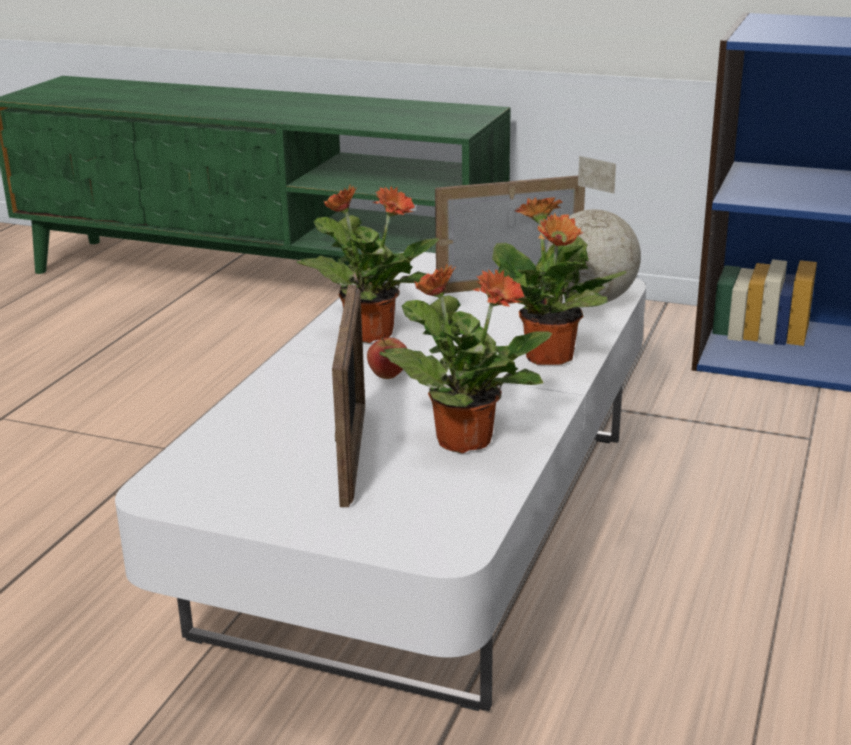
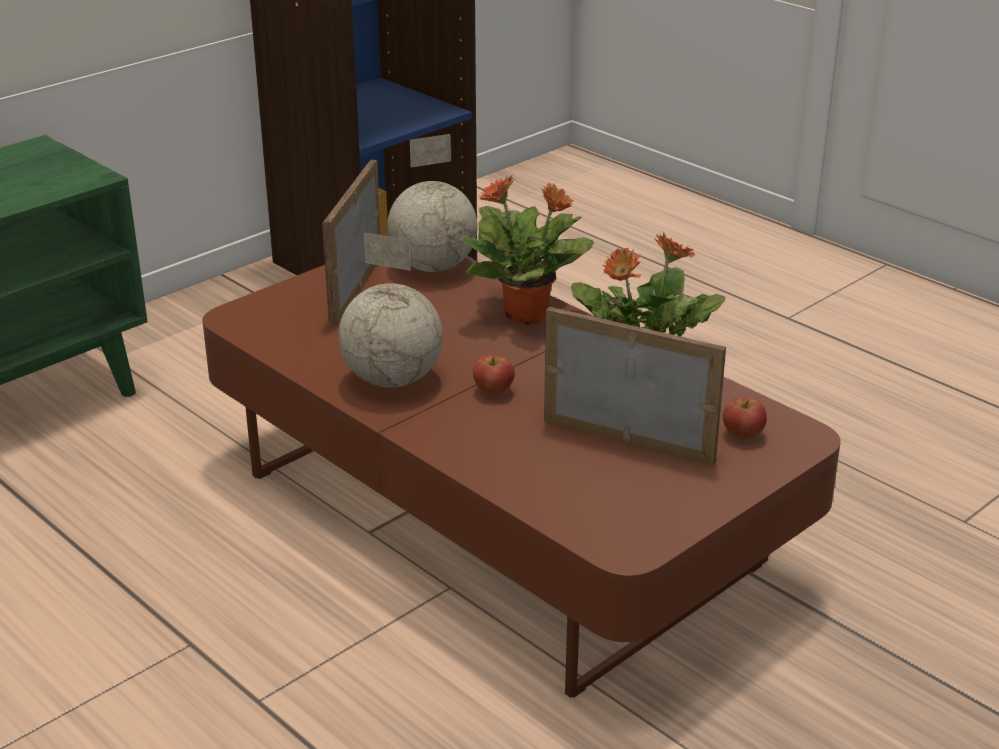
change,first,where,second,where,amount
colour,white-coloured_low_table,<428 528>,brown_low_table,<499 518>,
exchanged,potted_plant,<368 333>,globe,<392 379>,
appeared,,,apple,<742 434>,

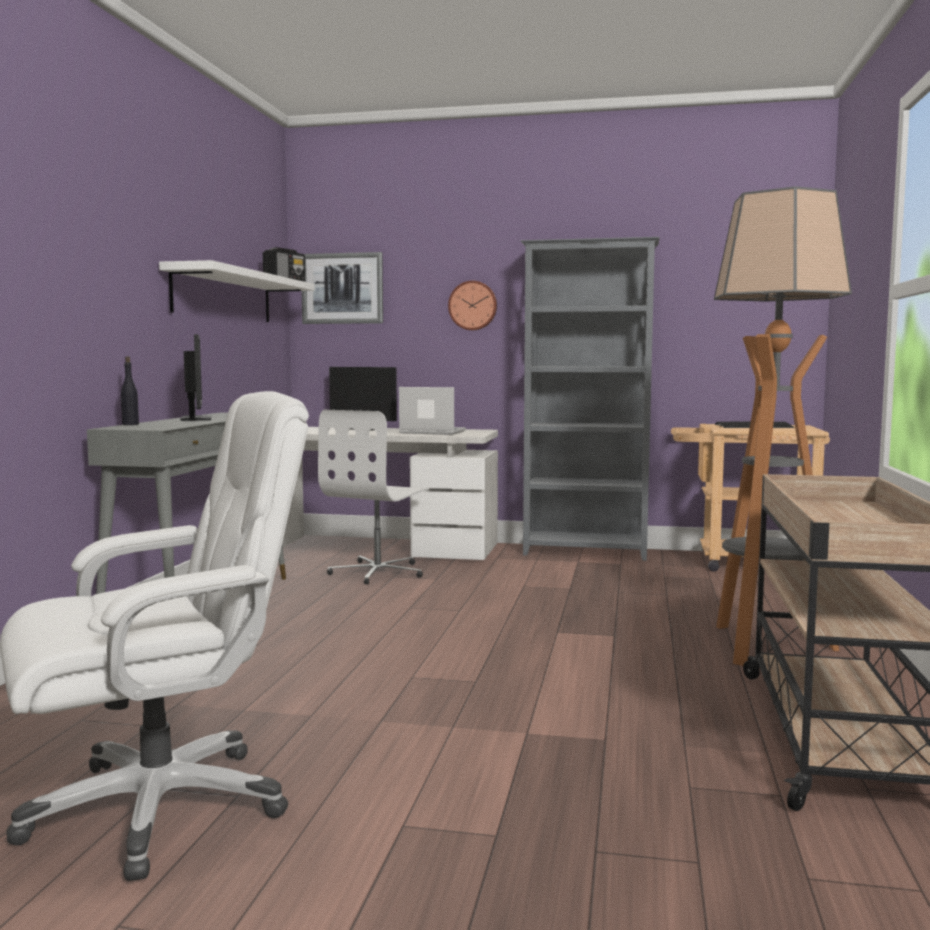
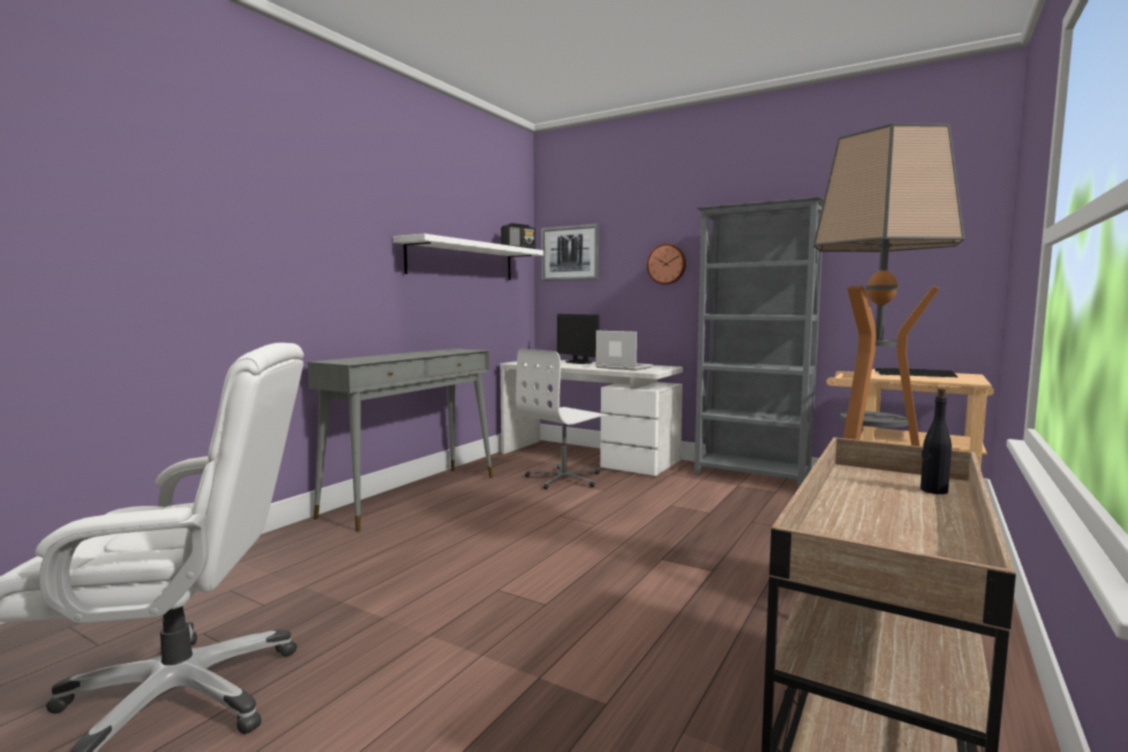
change,first,where,second,where,amount
relocated,black-coloured_bottle,<130 424>,,<933 490>,
missing,monitor,<196 419>,,,

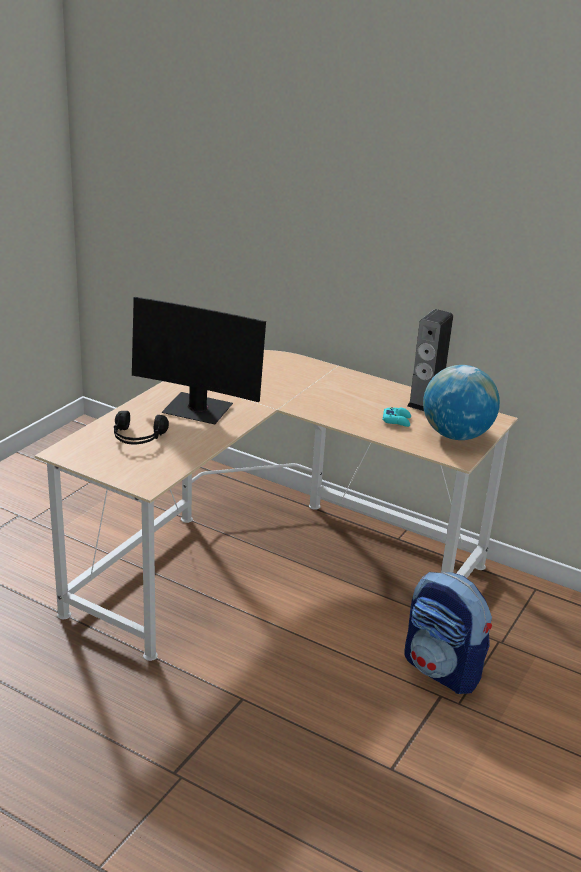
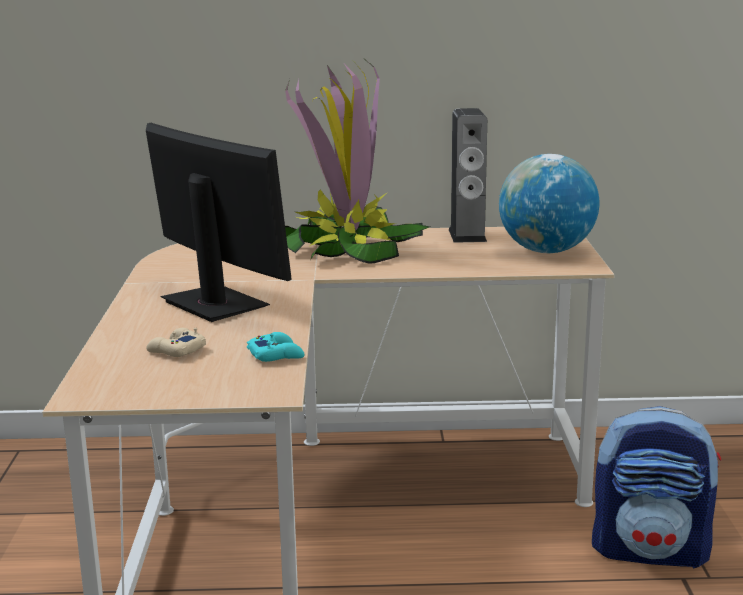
change,first,where,second,where,amount
spun,monitor,<197 410>,,<214 304>,120 degrees counterclockwise
exchanged,black-coloured_headset,<137 438>,beige-coloured_game_controller,<176 350>,
relocated,turquoise-coloured_game_controller,<397 420>,,<276 355>,
appeared,,,potted_plant,<348 248>,

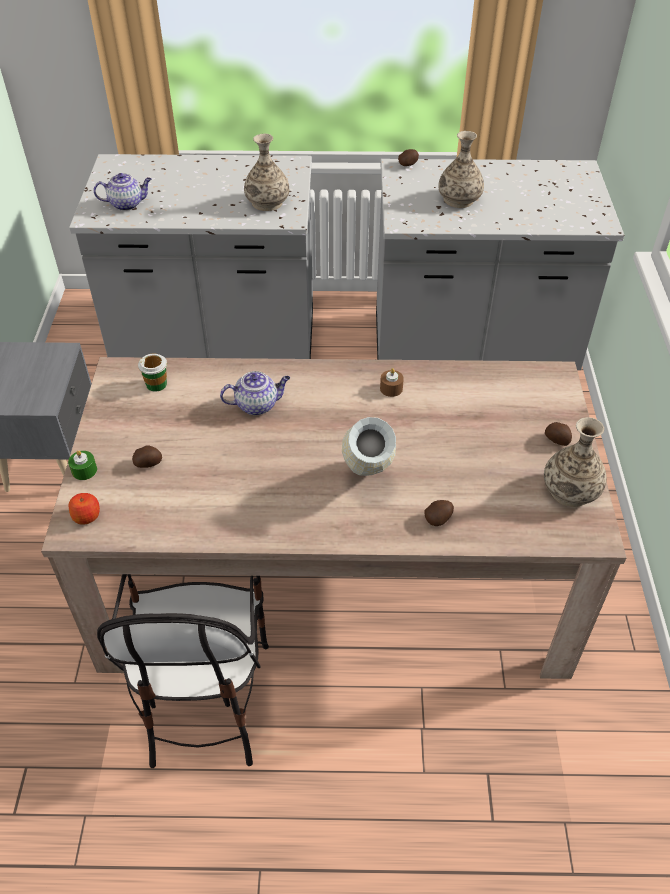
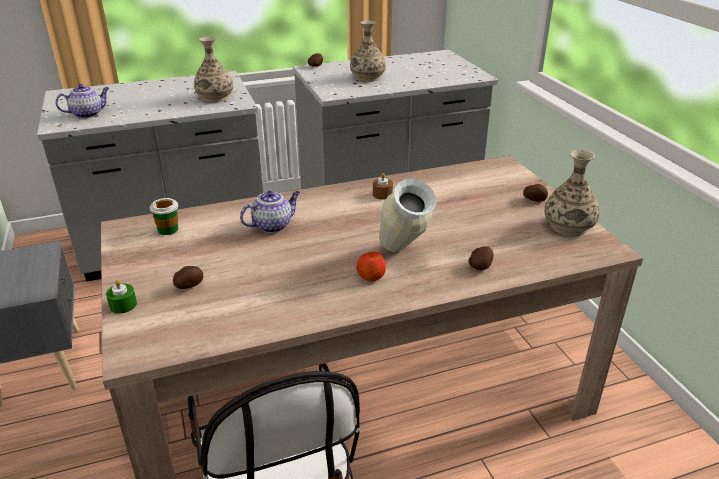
change,first,where,second,where,amount
relocated,apple,<87 516>,,<371 276>,

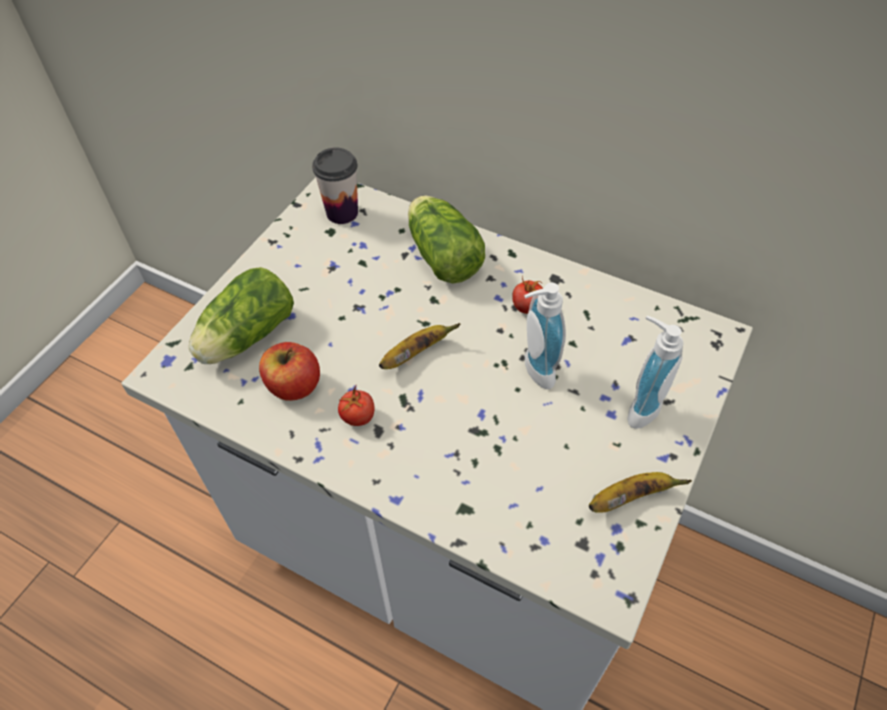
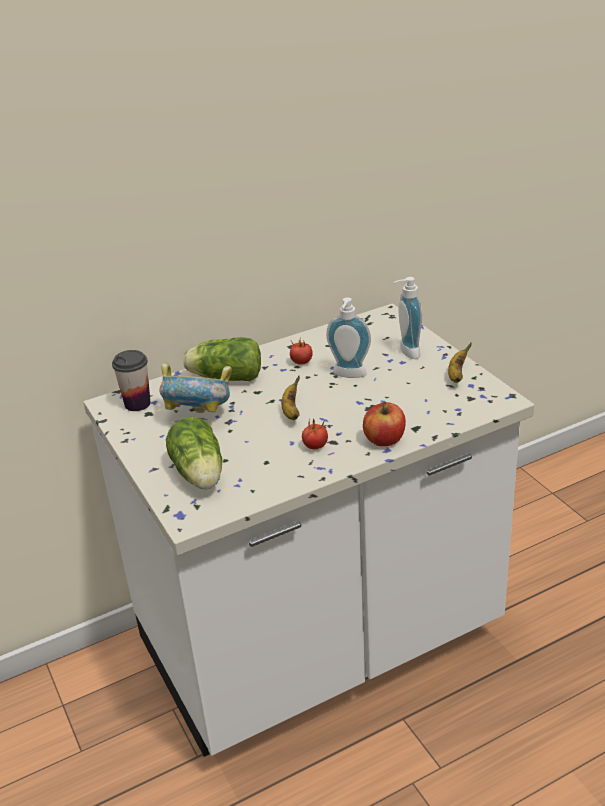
change,first,where,second,where,amount
appeared,,,bowl,<199 416>,
relocated,apple,<294 386>,,<384 440>,

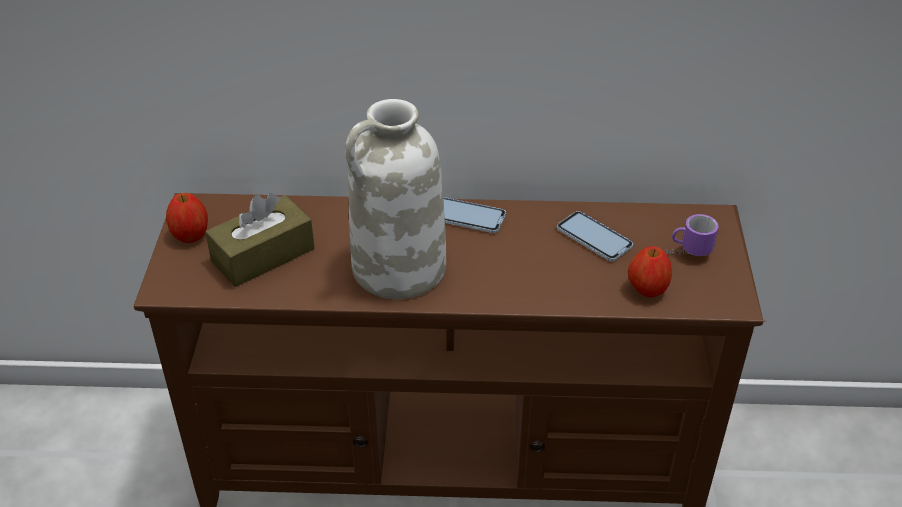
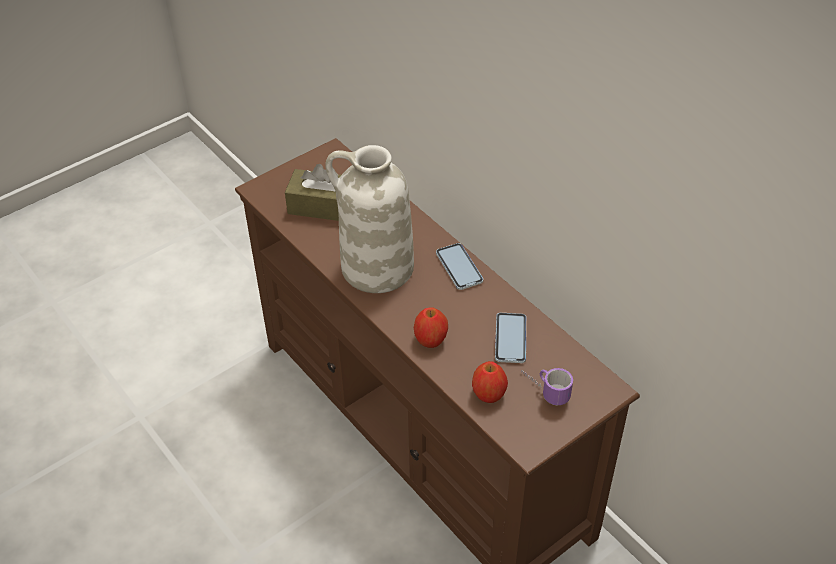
change,first,where,second,where,amount
relocated,apple,<191 235>,,<430 340>,

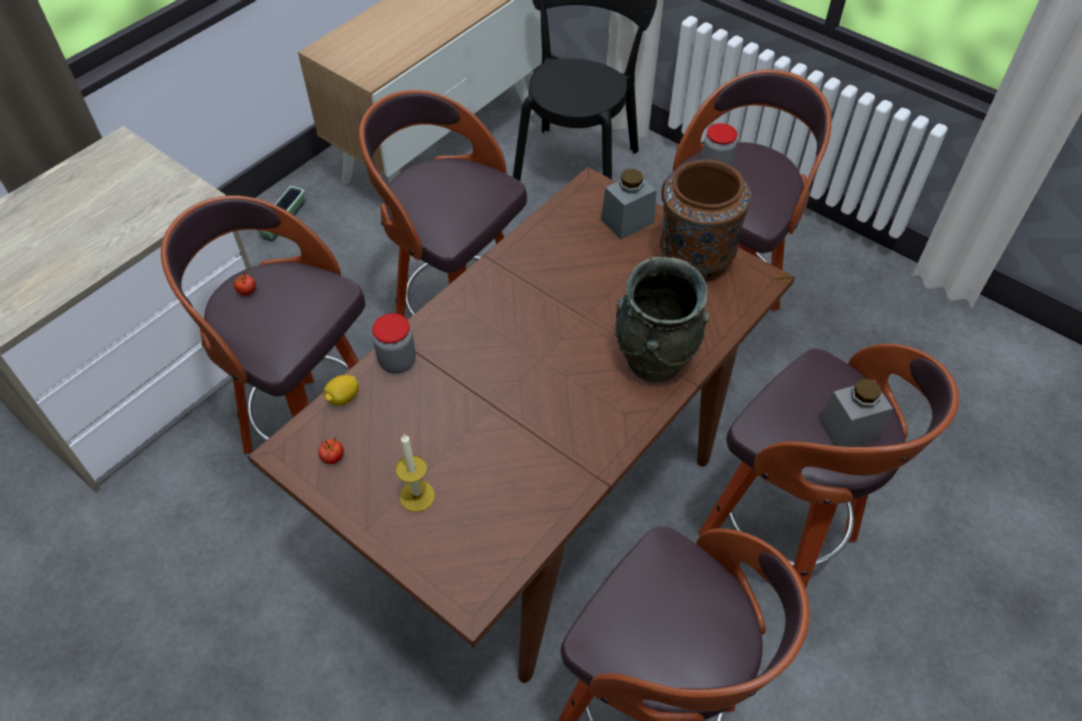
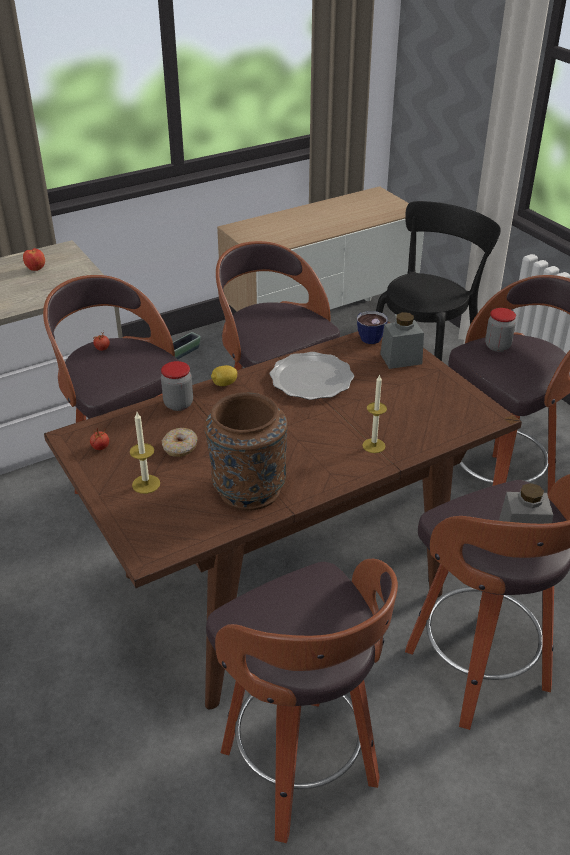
change,first,where,second,where,amount
appeared,,,apple,<36 269>,
appeared,,,donut,<180 448>,
relocated,brown_vase,<694 258>,,<247 489>,
relocated,whole_lemon,<343 398>,,<224 384>,
appeared,,,plate,<311 380>,
appeared,,,cup,<368 336>,
exchanged,gray_vase,<654 359>,wax_light,<373 445>,

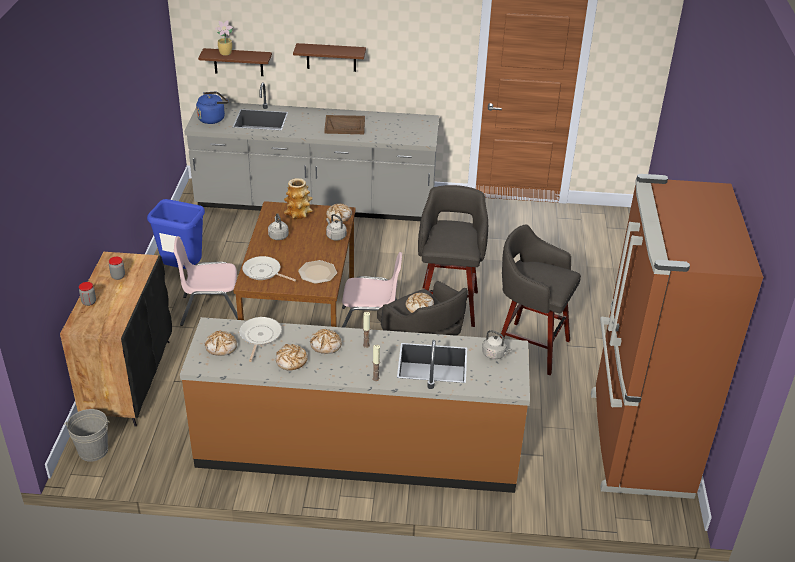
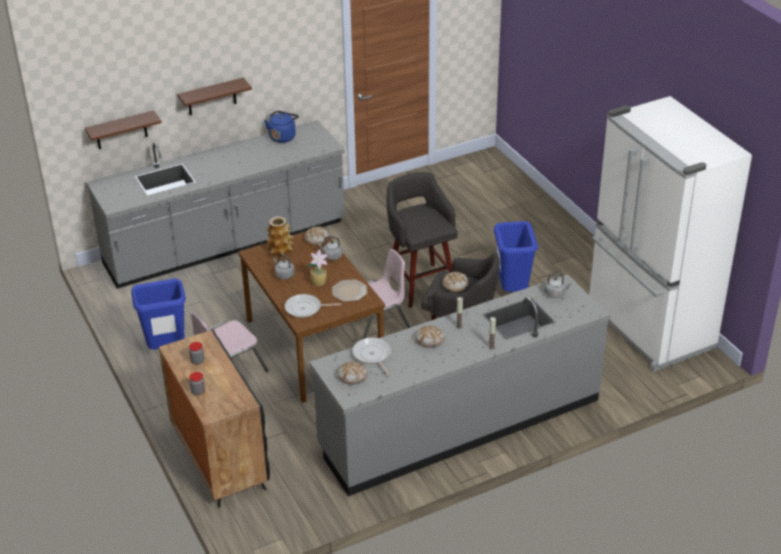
change,first,where,second,where,amount
relocated,blue_tea_kettle,<213 118>,,<283 136>,
relocated,potted_plant,<226 53>,,<319 282>,
colour,brown_kitchen_counter,<358 450>,gray_kitchen_counter,<460 424>,
exchanged,gray_stool_seat,<529 347>,blue_trash_can,<512 291>,
colour,brown_kitchen_fridge,<637 444>,white-coloured_kitchen_fridge,<648 328>,
missing,gray_bucket,<93 450>,,,
missing,baked_bread,<291 361>,,,
missing,brown_carrying_tray,<345 126>,,,

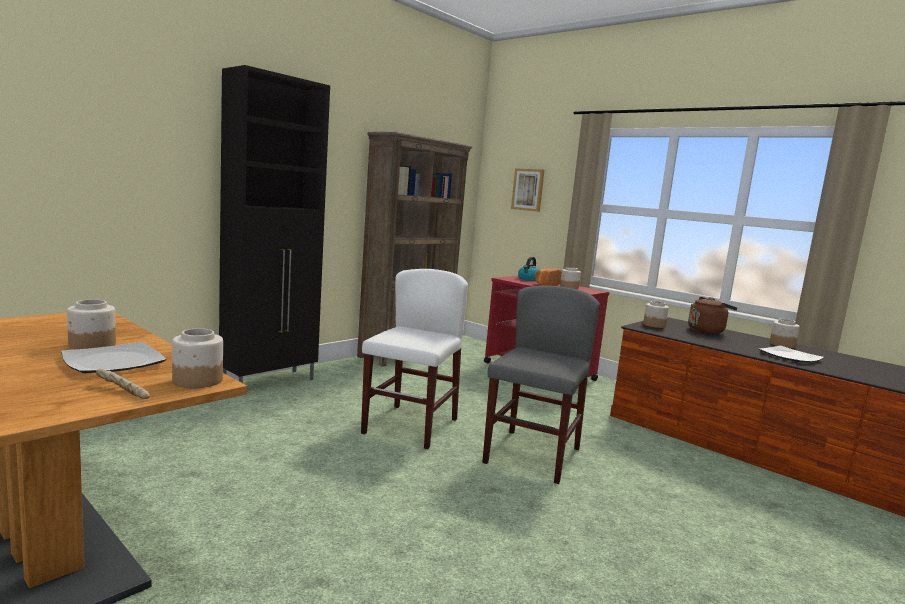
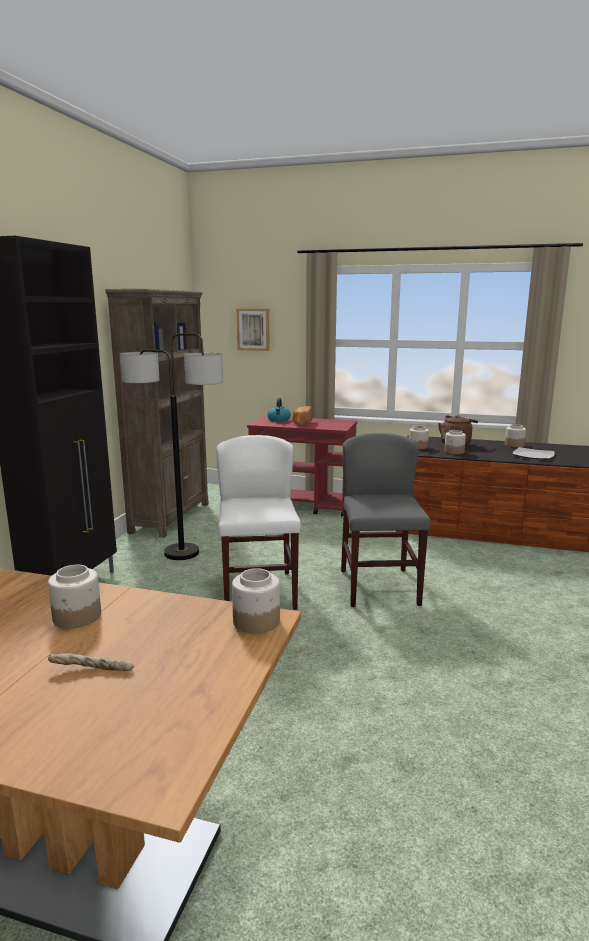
change,first,where,second,where,amount
relocated,baked_bread,<122 392>,,<92 670>,
appeared,,,standard_lamp,<181 553>,
relocated,storage_jar,<569 288>,,<454 452>,
missing,plate,<114 361>,,,

